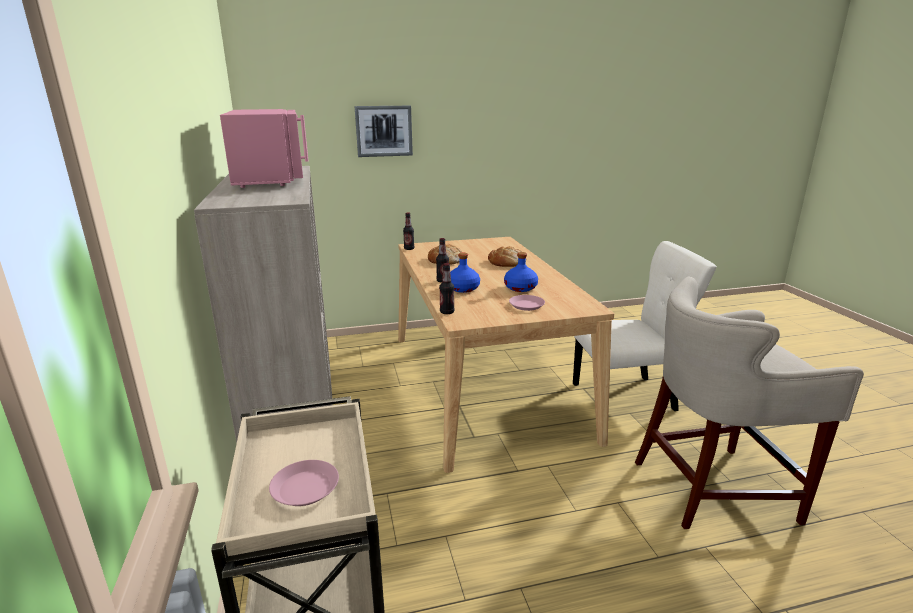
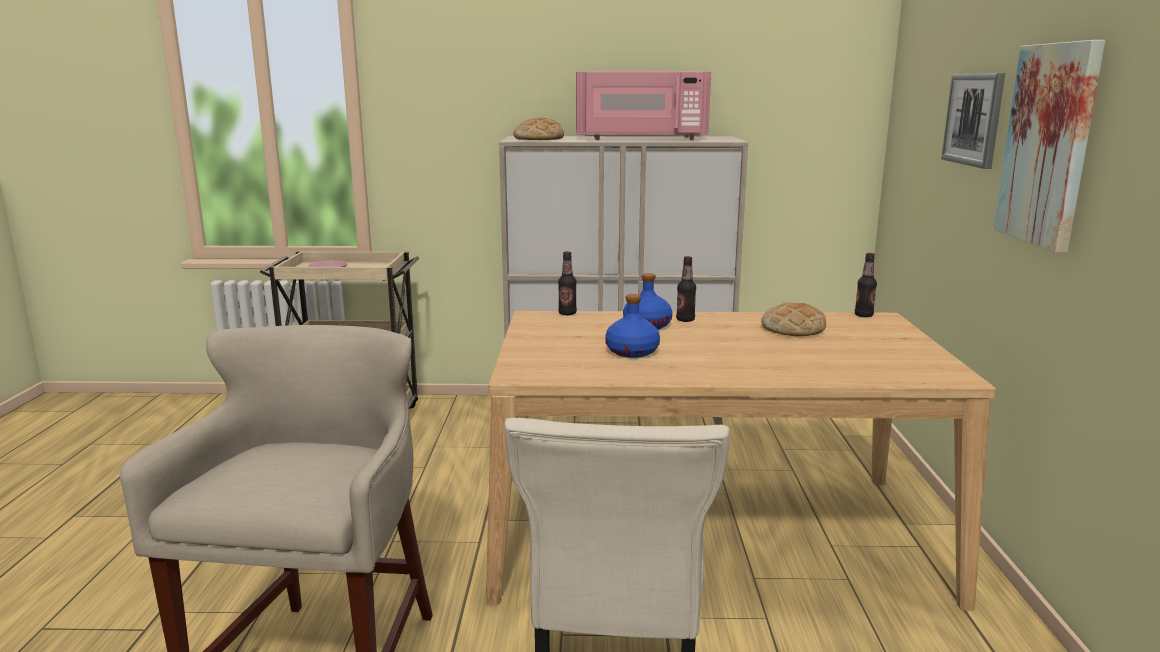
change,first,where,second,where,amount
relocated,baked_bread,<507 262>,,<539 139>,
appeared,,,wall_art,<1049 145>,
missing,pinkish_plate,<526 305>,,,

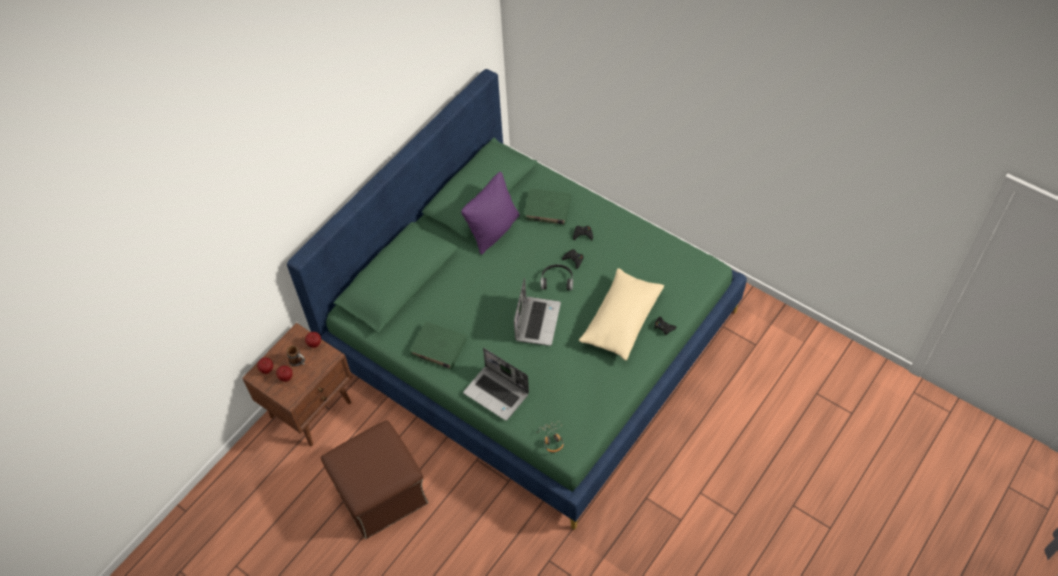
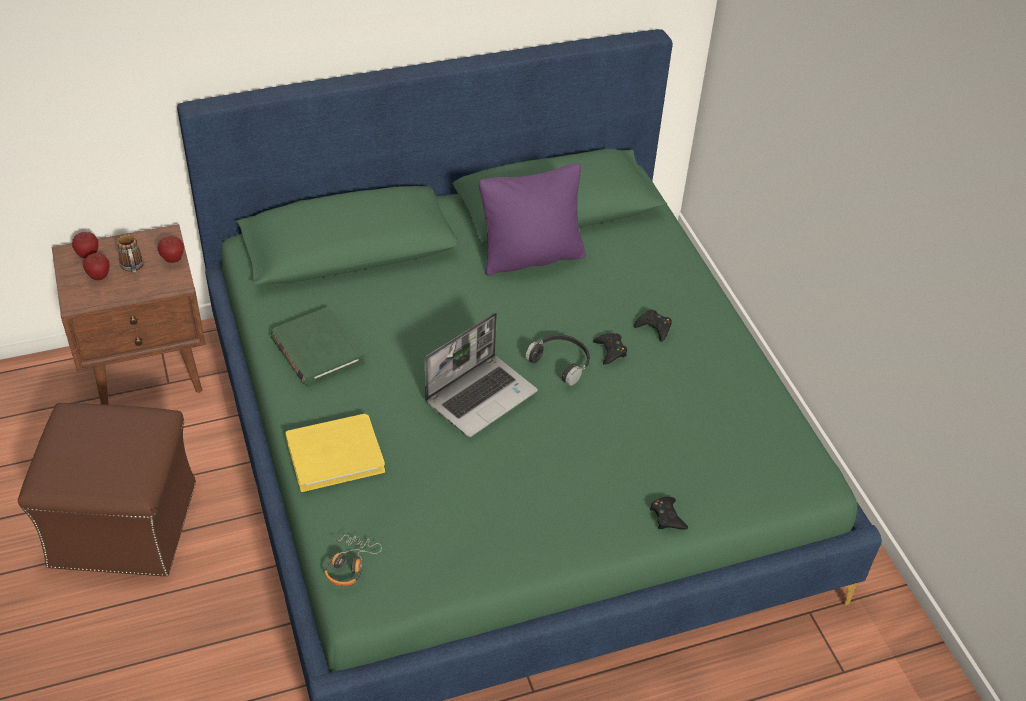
change,first,where,second,where,amount
exchanged,notebook_computer,<497 393>,yellow_bound_book,<335 455>,
missing,green_bound_book,<547 208>,,,
missing,beige-coloured_throw_pillow,<621 320>,,,

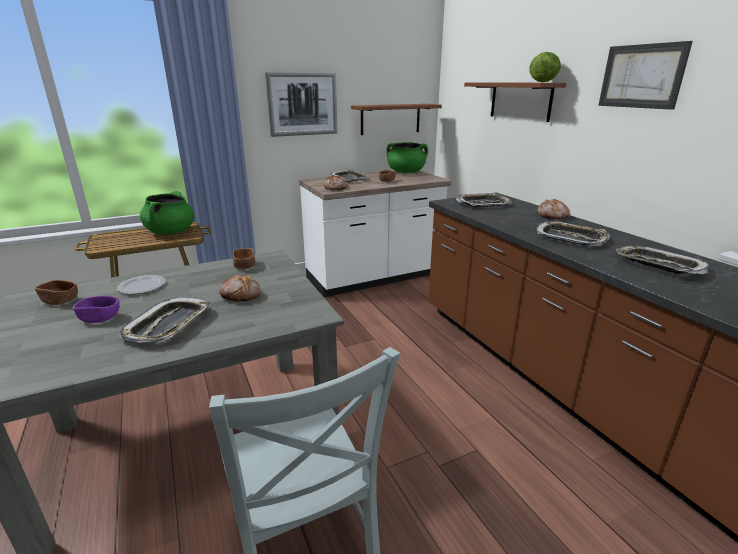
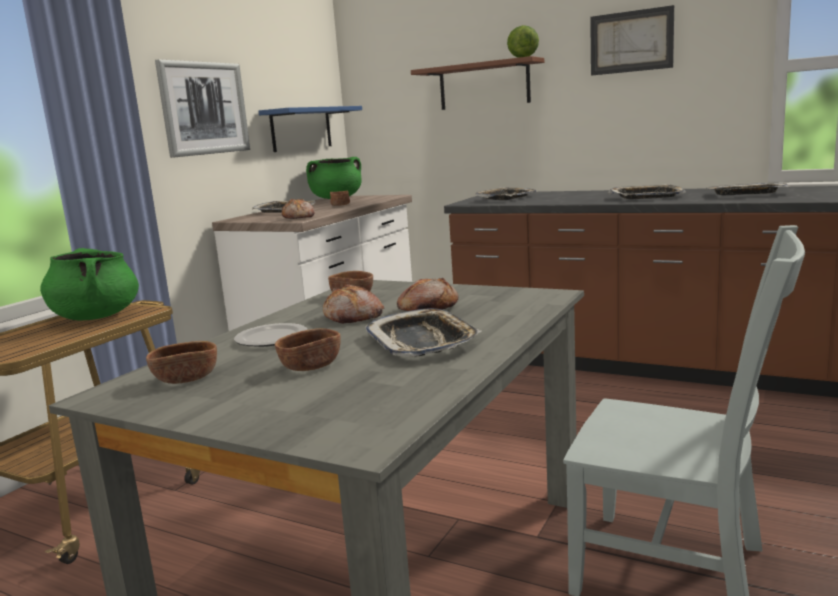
change,first,where,second,where,amount
colour,brown_bracket_shelf,<390 119>,blue_bracket_shelf,<301 129>,
colour,purple-coloured_bowl,<100 318>,brown_bowl,<311 366>,
relocated,baked_bread,<552 216>,,<354 317>,

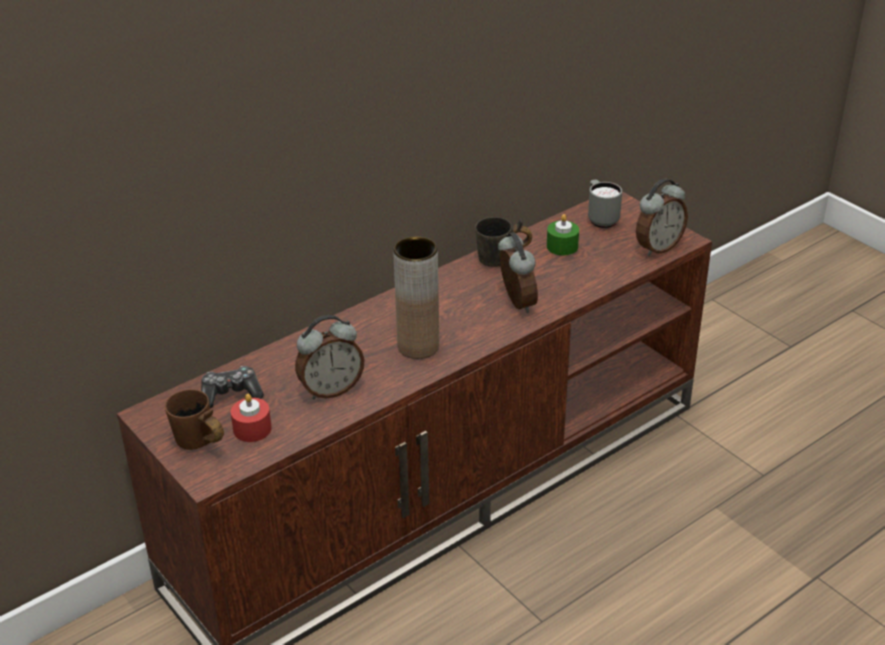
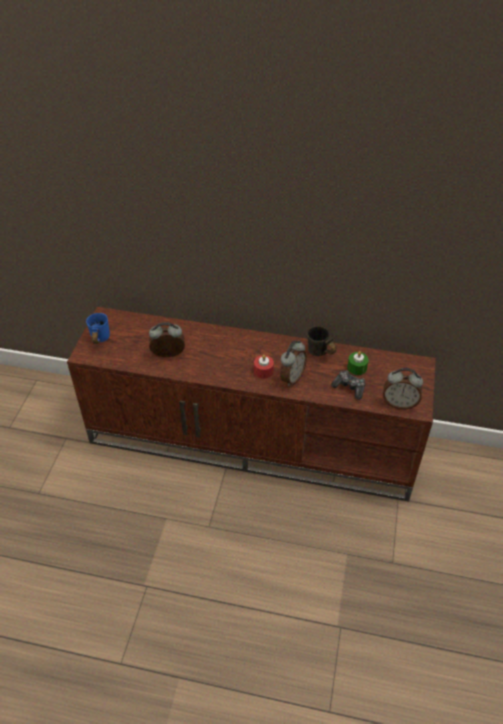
change,first,where,second,where,amount
colour,brown_coffee_mug,<197 446>,blue_coffee_mug,<98 340>,
spun,alarm_clock,<331 389>,,<168 356>,150 degrees clockwise
relocated,reddish_wax_light,<252 429>,,<263 371>,
relocated,game_controller,<231 394>,,<349 387>,
missing,brown_vase,<418 346>,,,
missing,gray_coffee_mug,<601 219>,,,

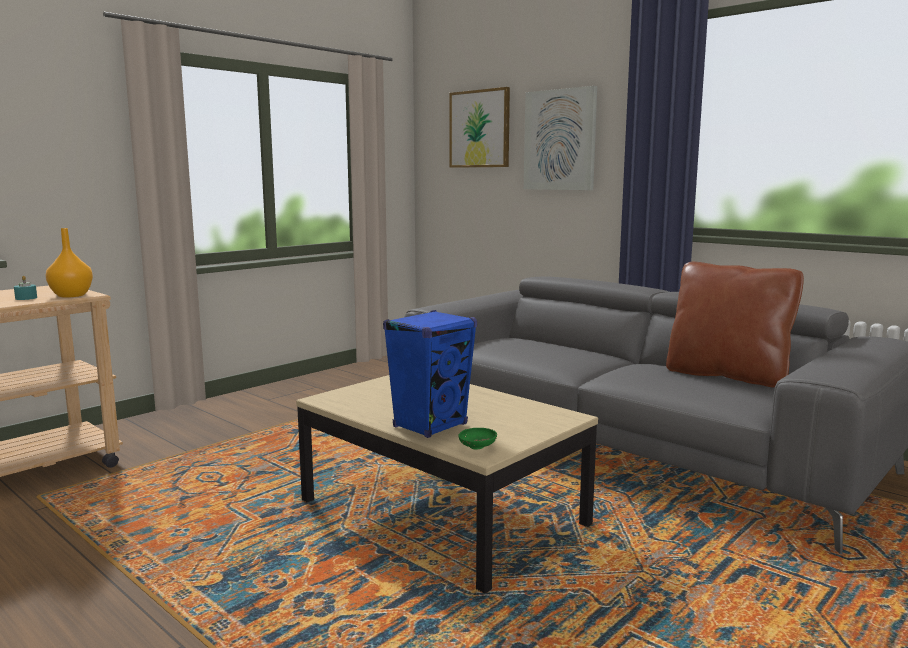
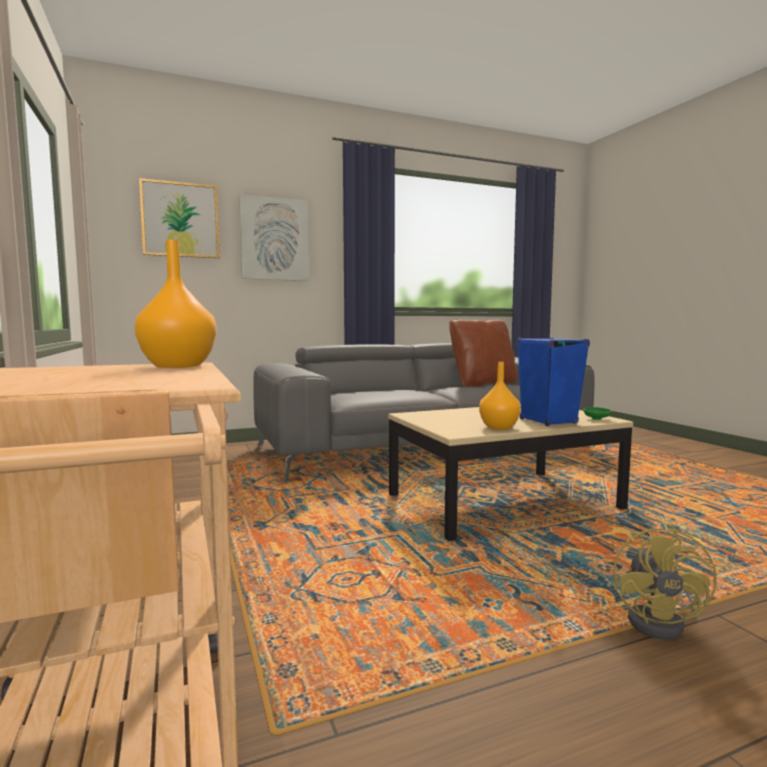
change,first,where,second,where,amount
appeared,,,orangey_vase,<498 427>,
appeared,,,yellow_electric_fan,<662 622>,
missing,turquoise-coloured_wax_light,<26 298>,,,

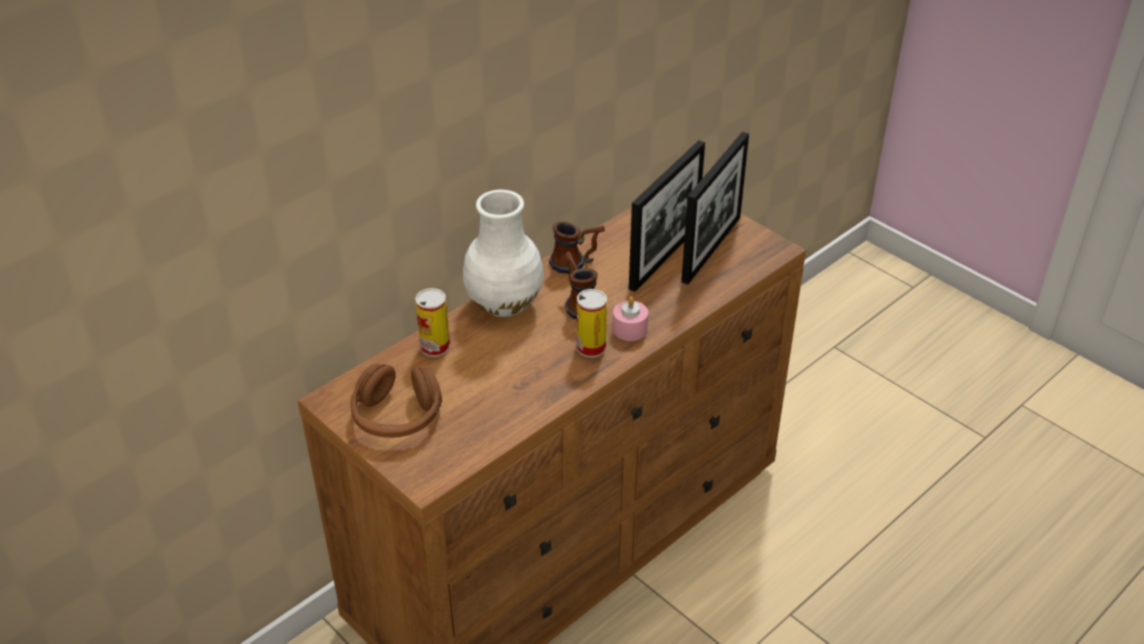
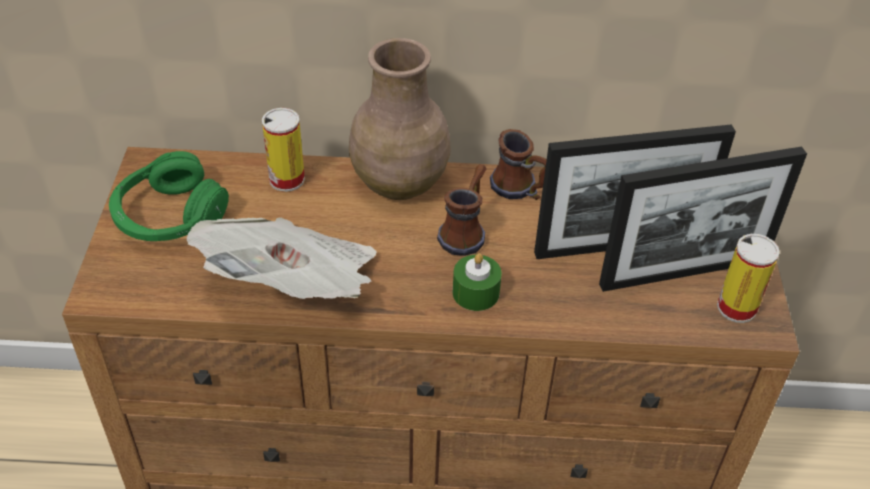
change,first,where,second,where,amount
colour,brown_headset,<397 416>,green_headset,<169 216>,
appeared,,,daily_paper,<295 287>,
colour,white-coloured_vase,<505 304>,brown_vase,<401 184>,
colour,pinkish_wax_light,<630 329>,green_wax_light,<476 293>,
relocated,metal_can,<591 347>,,<736 307>,

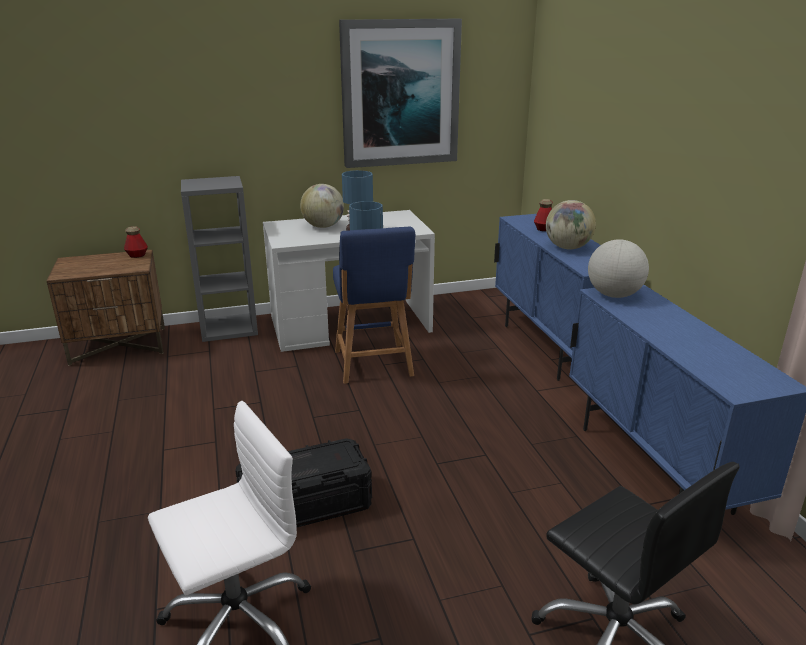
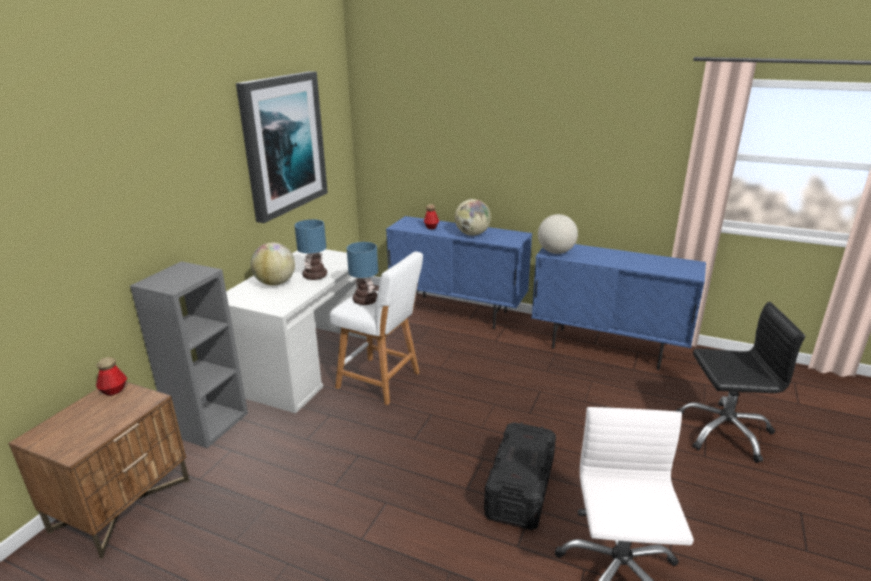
change,first,where,second,where,amount
colour,blue_stool_seat,<374 365>,white-coloured_stool_seat,<382 381>,

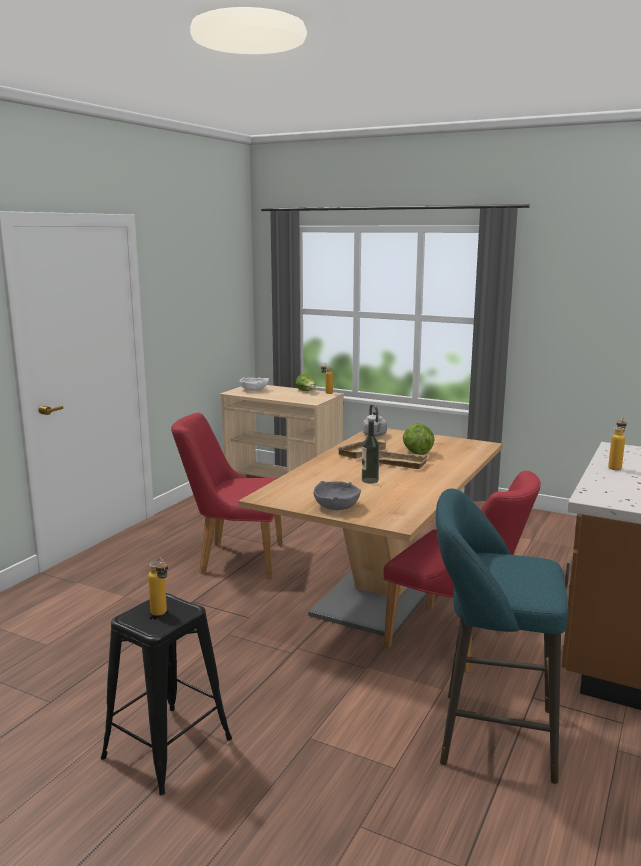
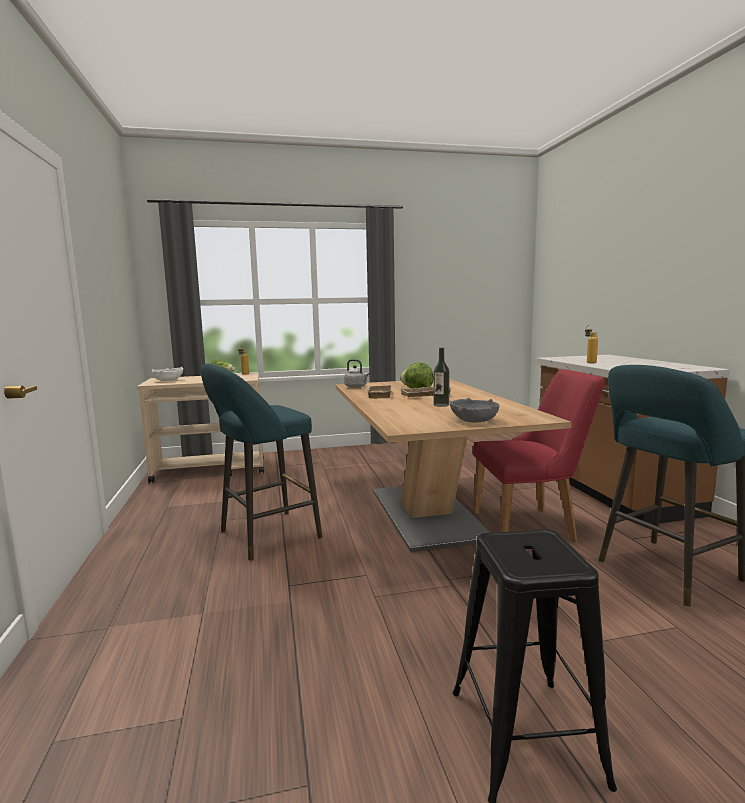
change,first,where,second,where,amount
exchanged,reddish_plain_chair,<233 559>,turquoise-coloured_stool_seat,<264 536>,
missing,bottle,<161 615>,,,

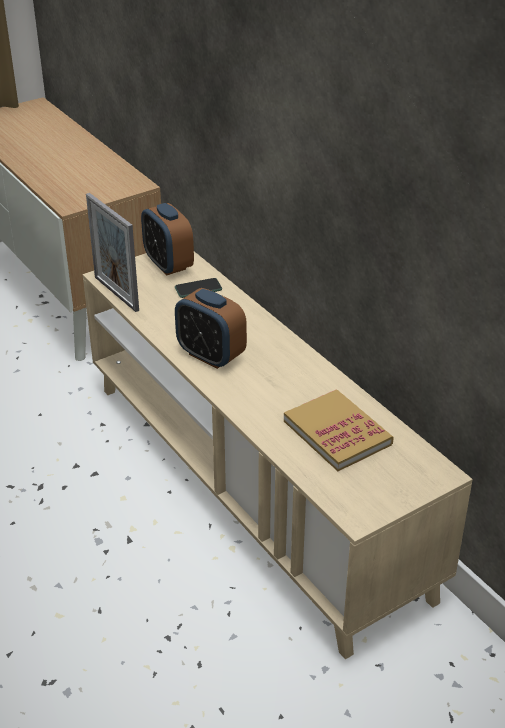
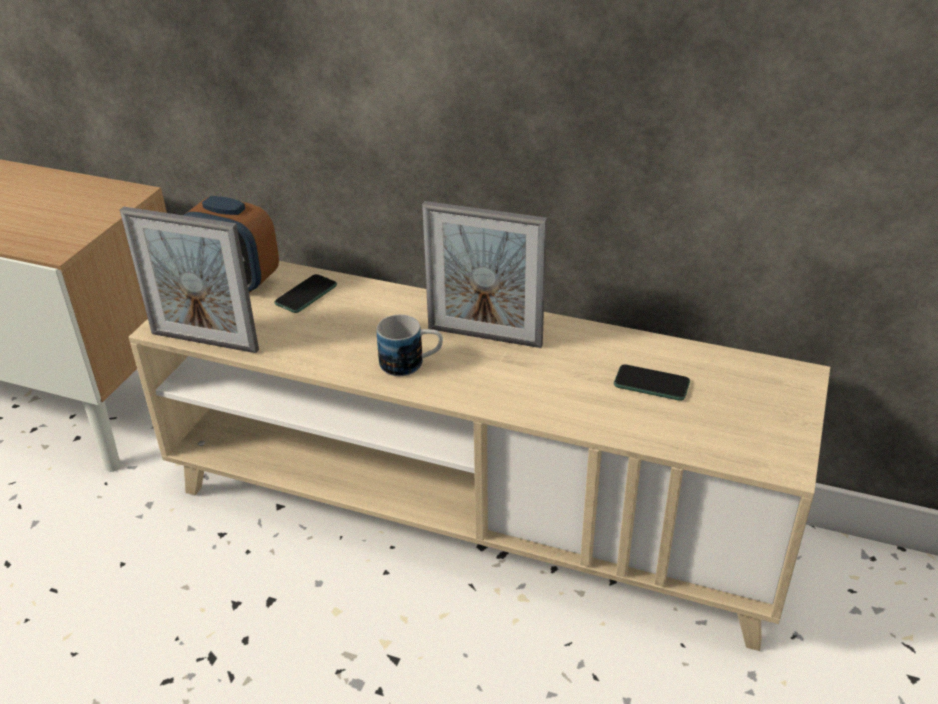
change,first,where,second,where,amount
exchanged,alarm_clock,<211 355>,coffee_mug,<411 364>,
appeared,,,photo_frame,<484 336>,
exchanged,bound_book,<337 433>,telephone,<651 384>,

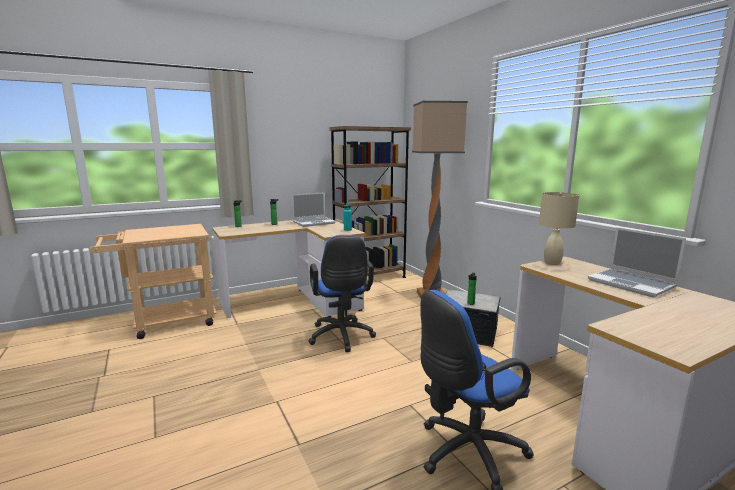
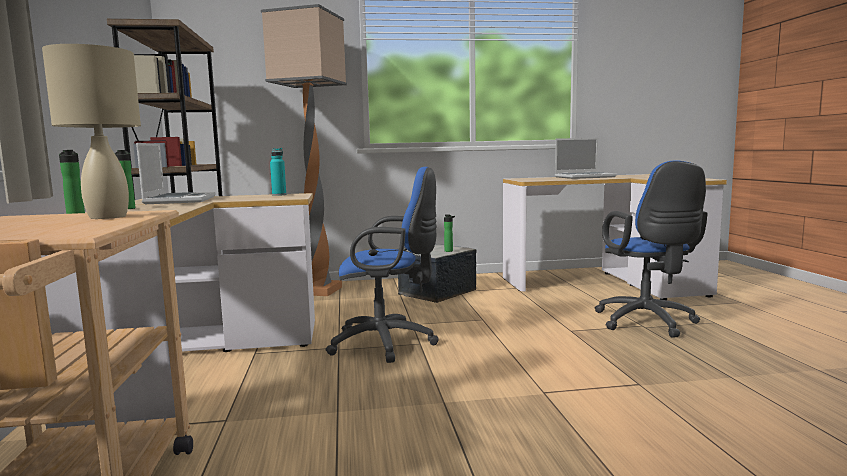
change,first,where,second,where,amount
relocated,beige-coloured_lamp_for_a_table,<552 263>,,<108 217>,

